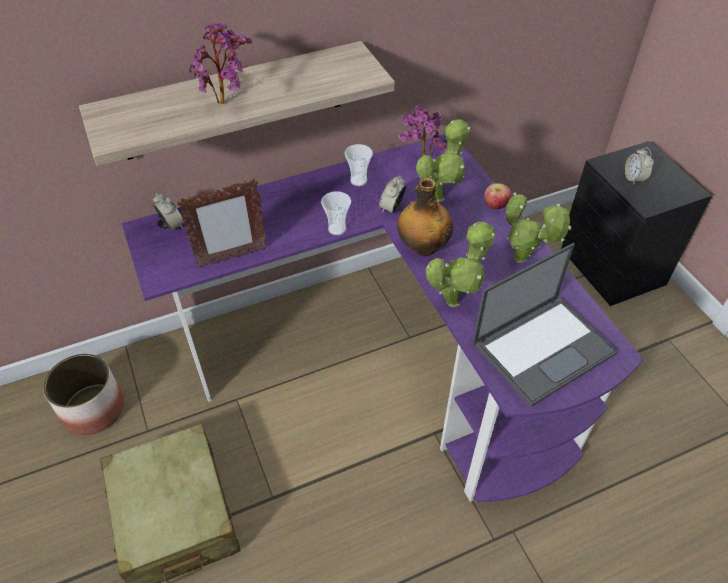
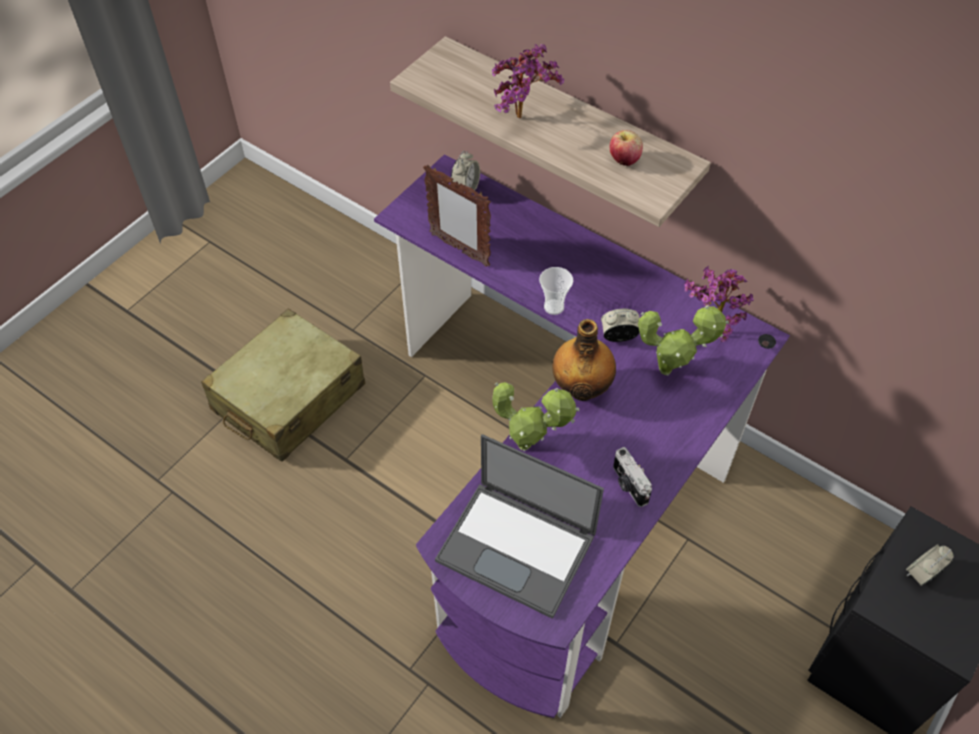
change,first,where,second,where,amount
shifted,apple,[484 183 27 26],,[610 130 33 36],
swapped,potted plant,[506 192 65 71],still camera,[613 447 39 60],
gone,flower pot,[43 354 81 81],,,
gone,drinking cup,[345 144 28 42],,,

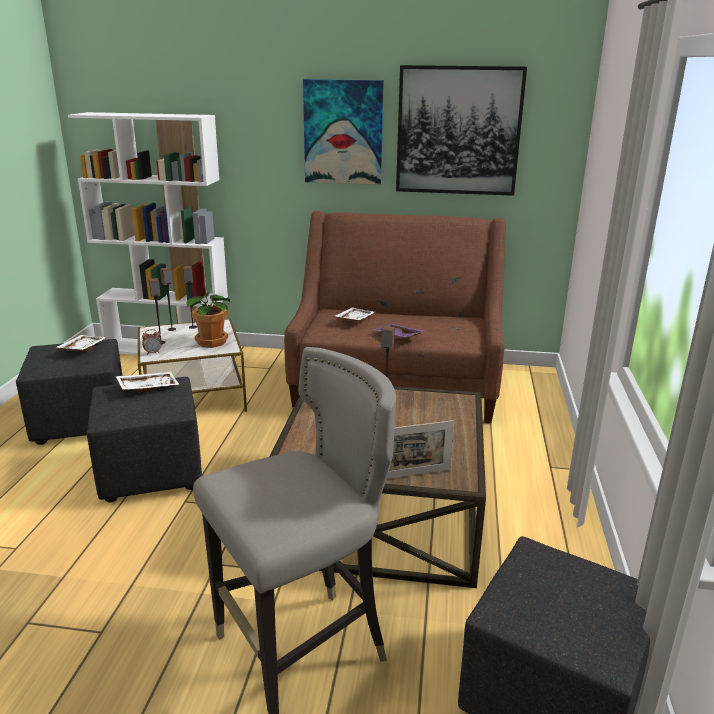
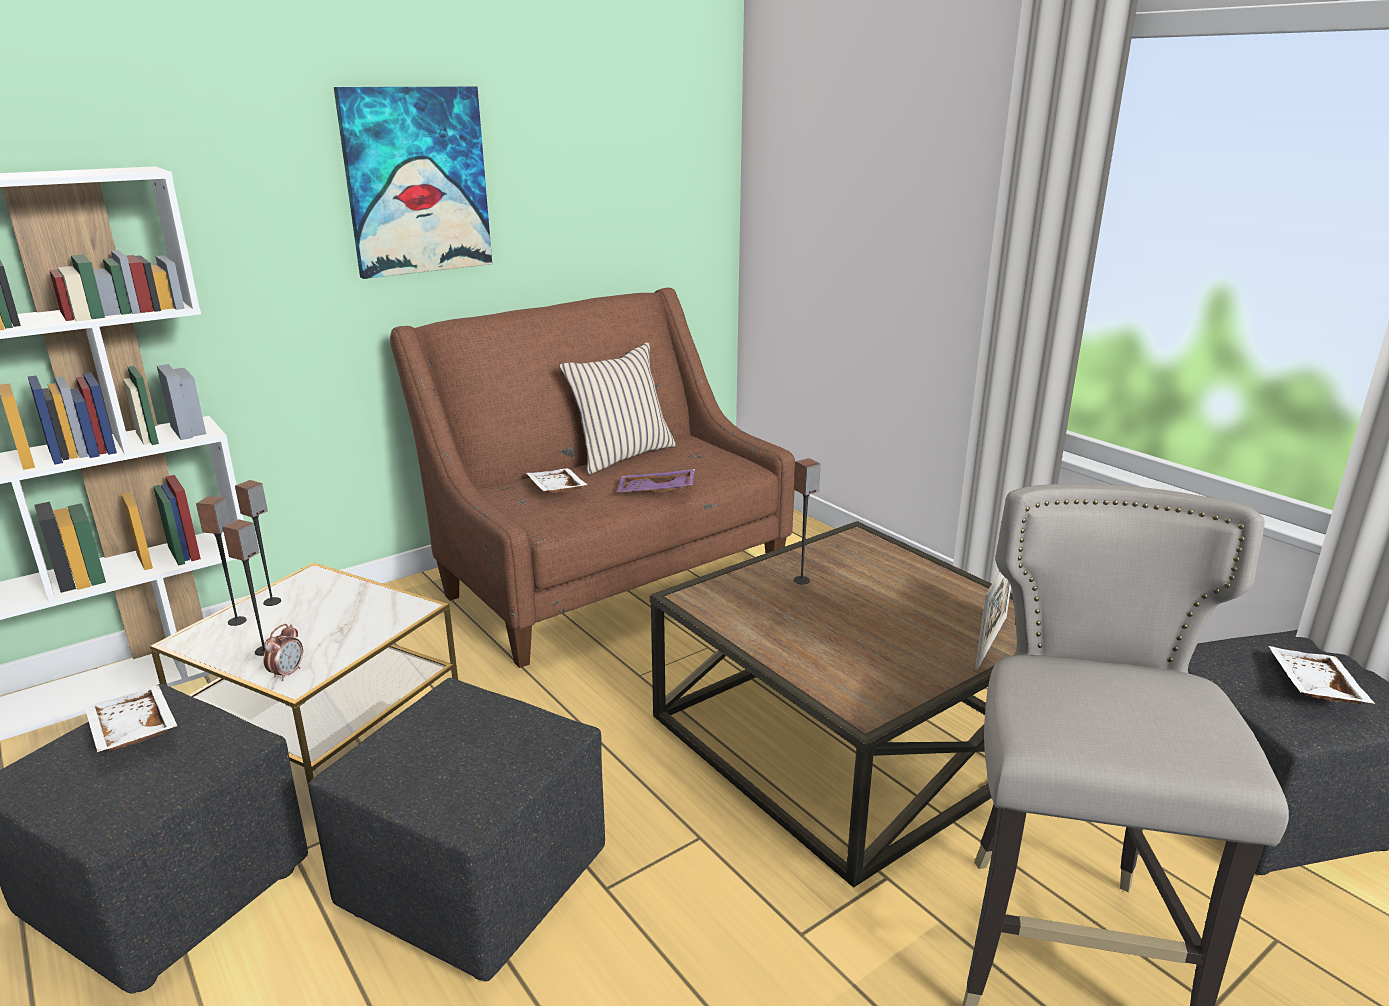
change,first,where,second,where,amount
new,,,throw pillow (beige),[559 342 117 132],
shifted,tray (whitish),[116 372 63 21],,[1269 646 106 58],
gone,potted plant,[186 292 44 56],,,
gone,wall art,[396 65 131 131],,,

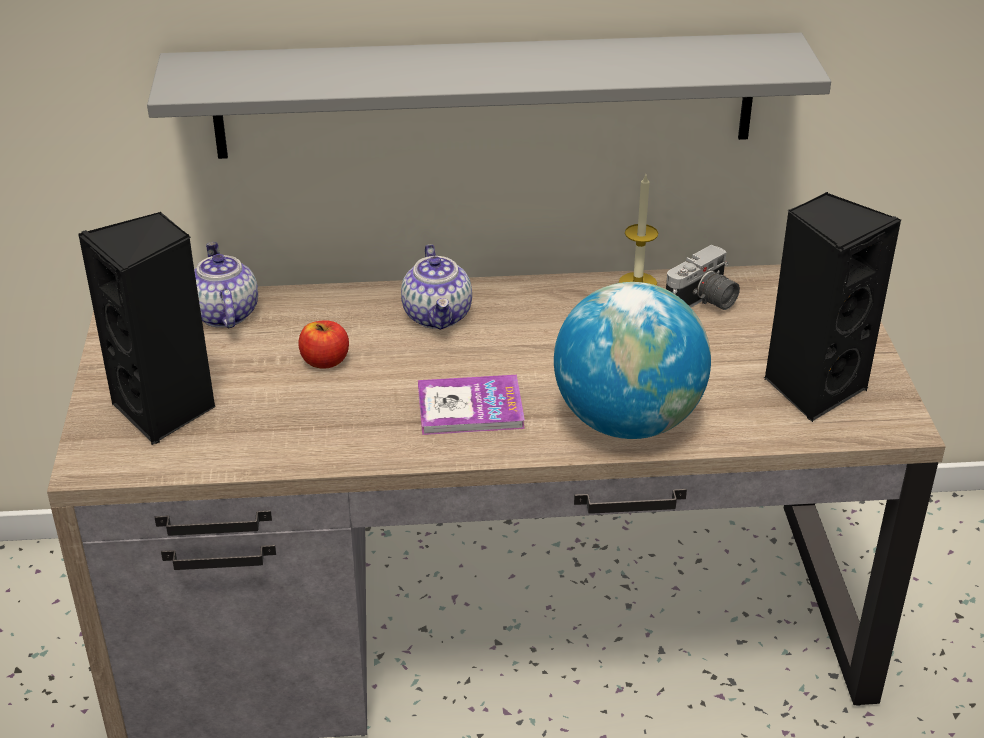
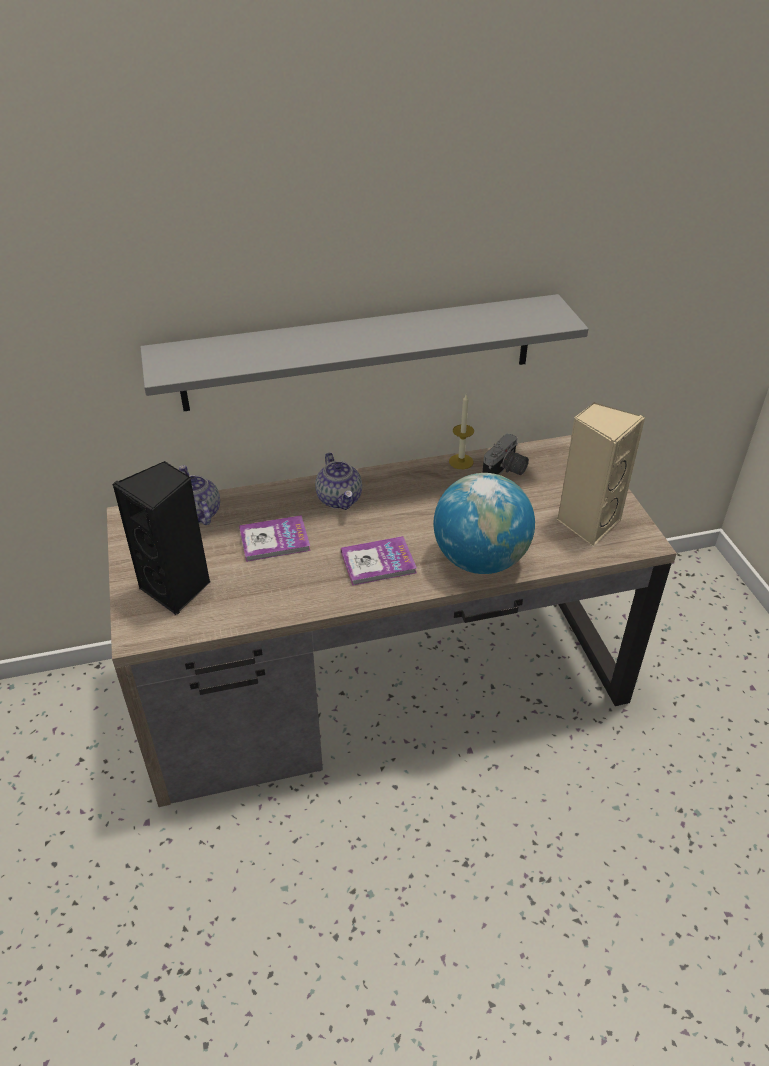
change,first,where,second,where,amount
swapped,apple,[299 320 50 49],volume,[239 515 72 47],
repainted,loudspeaker (black-coloured),[764 192 137 230],loudspeaker (beige),[557 402 88 144],

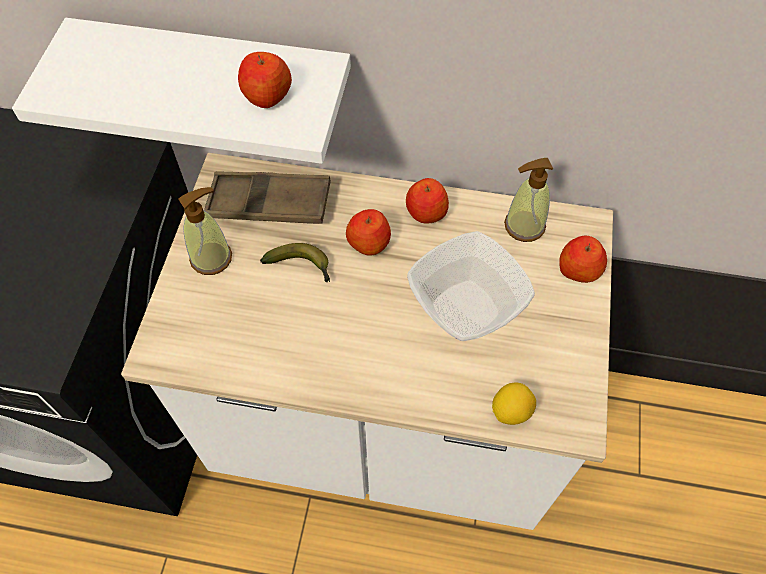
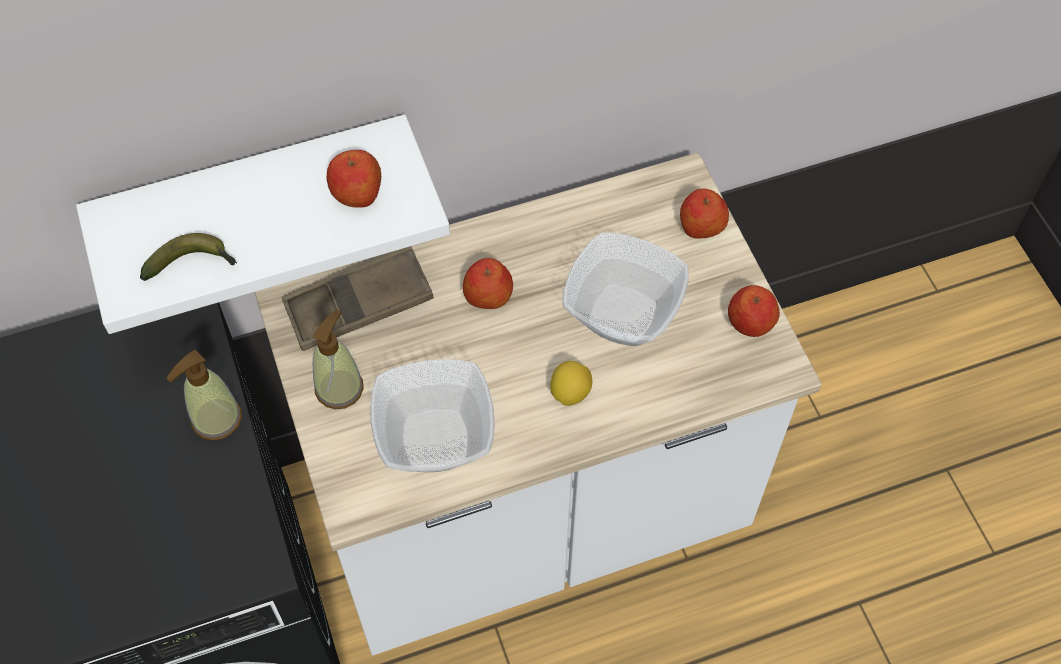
change,first,where,second,where,amount
shifted,whole banana,[260 243 70 39],,[140 233 97 48],
shifted,soap dispenser,[504 158 49 84],,[167 350 75 91],
new,,,bowl,[370 359 124 113],
shifted,citrus fruit,[492 382 44 43],,[550 361 42 45],
shifted,apple,[406 178 43 46],,[728 285 52 52],

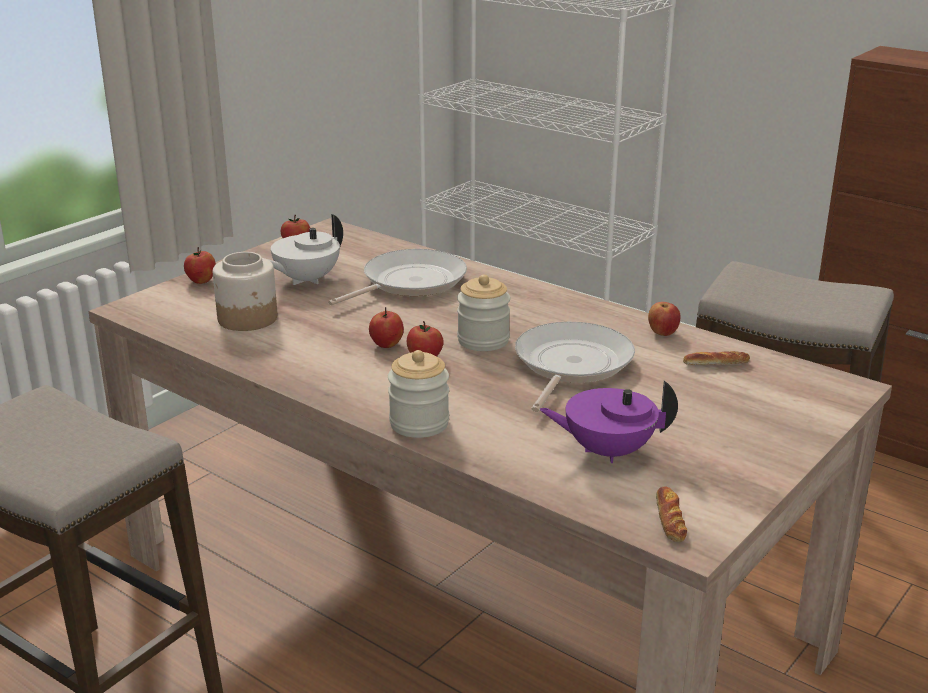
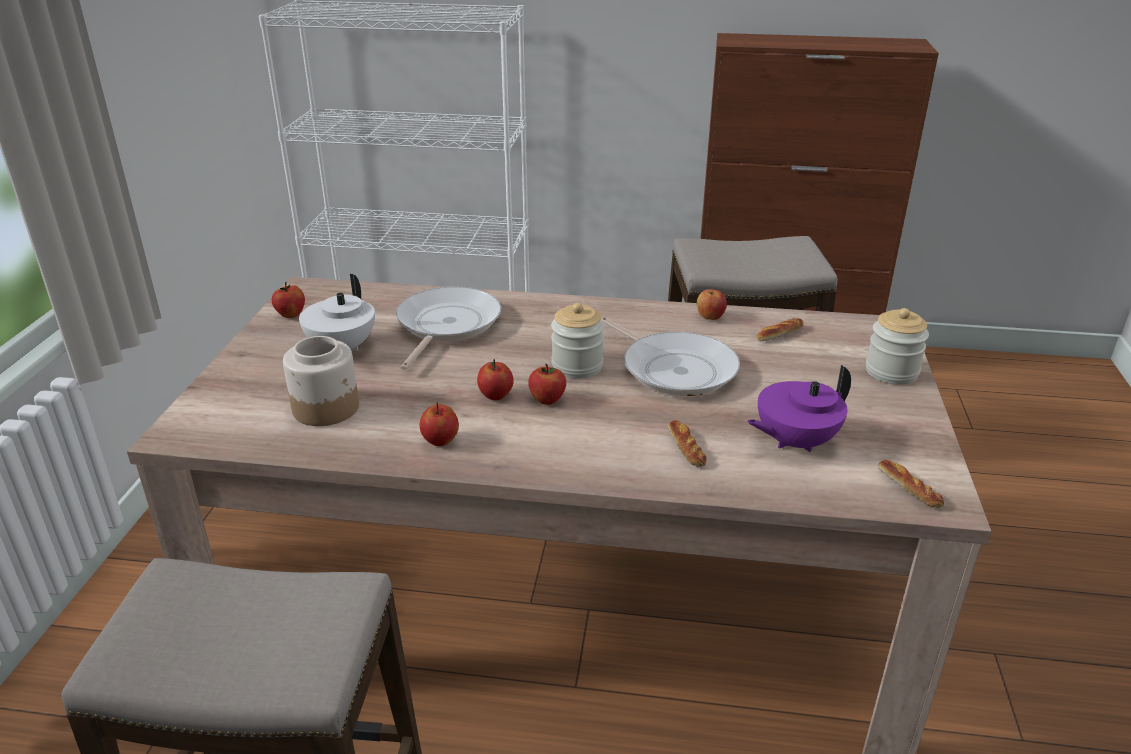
change,first,where,second,where,amount
shifted,apple,[184 247 32 37],,[420 402 39 44],
rotated,skillet,[515 322 120 90],,[601 317 139 79],150 degrees clockwise
new,,,bakery bread,[668 420 38 47],
shifted,storage jar,[388 350 61 88],,[866 308 63 77],

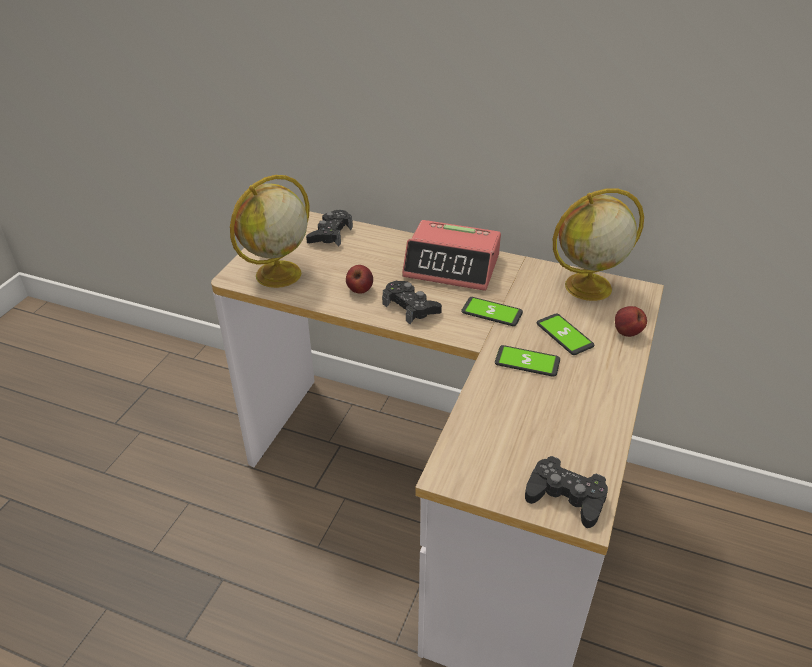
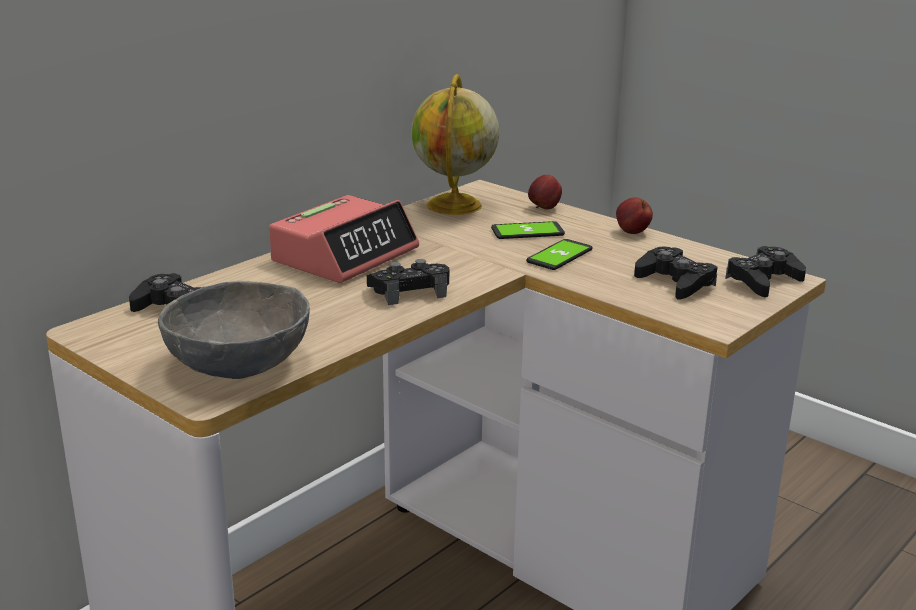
change,first,where,second,where,amount
swapped,globe,[230 175 79 113],bowl (grey),[158 281 152 98],
shifted,apple,[346 265 27 29],,[616 197 37 37],
new,,,game controller (black-coloured),[634 247 84 52],
gone,handset,[461 297 62 29],,,

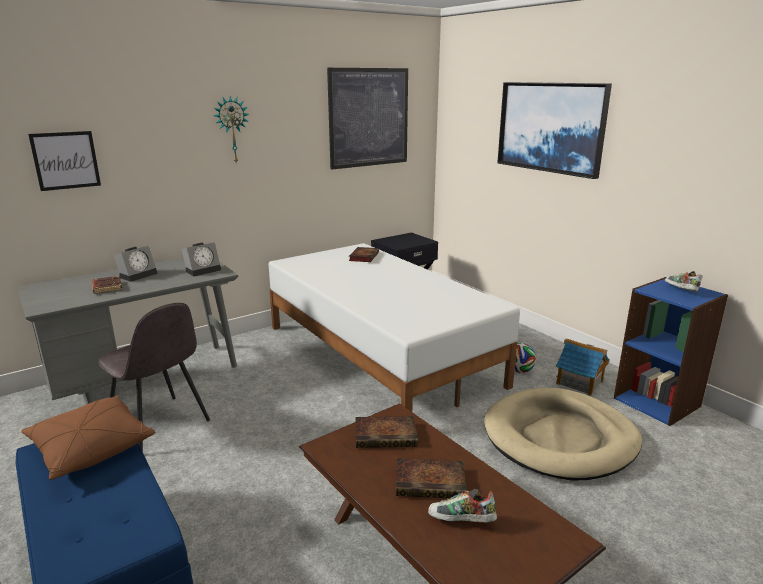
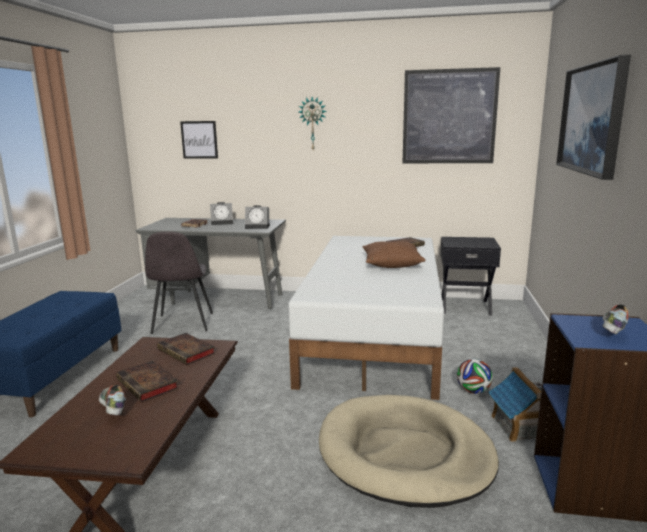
change,first,where,second,where,amount
shifted,throw pillow (brown-coloured),[21 396 135 84],,[363 241 63 27],

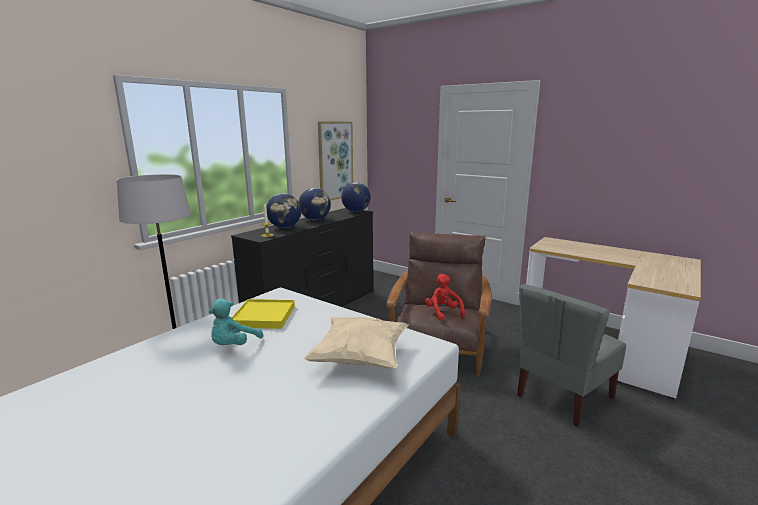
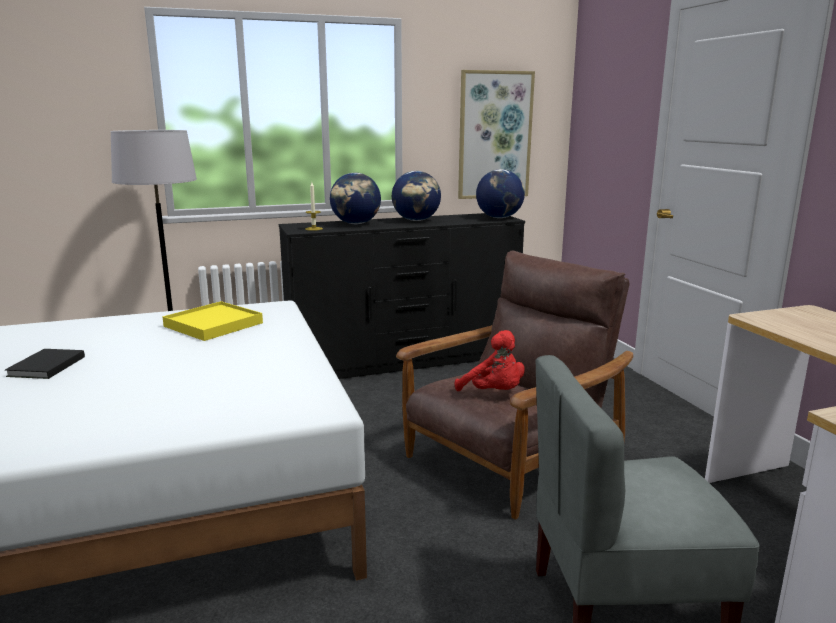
change,first,where,second,where,amount
new,,,volume (black-coloured),[5 349 80 30],
rotated,soft toy (red-coloured),[425 274 40 47],,[455 330 70 61],120 degrees clockwise
gone,soft toy (turquoise-coloured),[209 299 54 46],,,
gone,throw pillow (beige),[304 317 105 51],,,

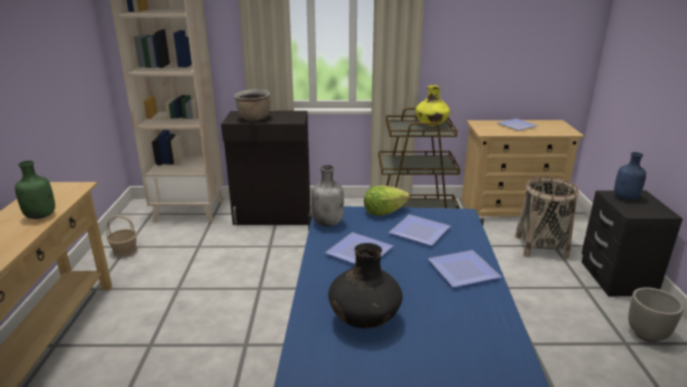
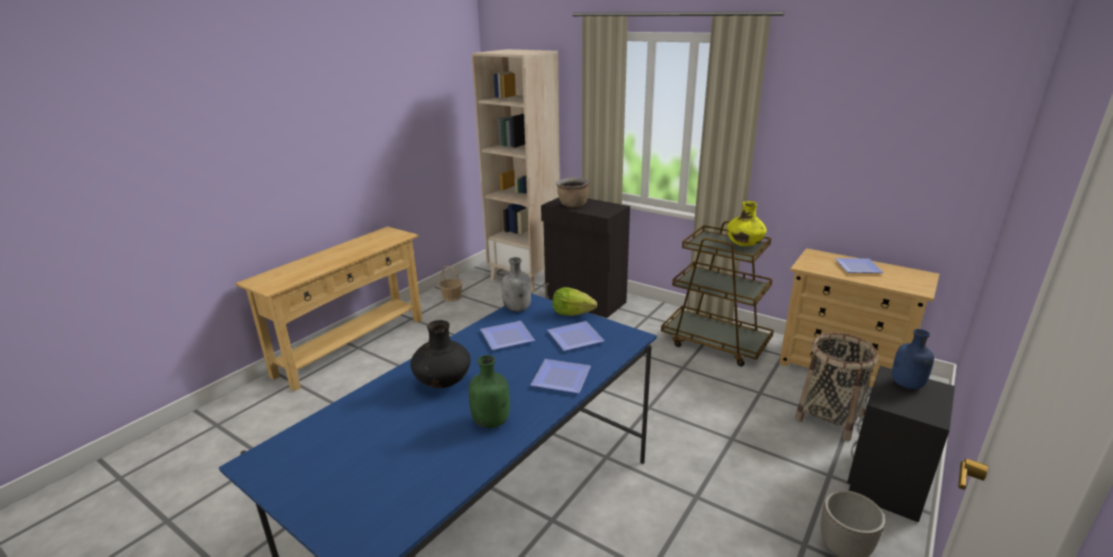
change,first,where,second,where,amount
shifted,bottle (greenish),[15 161 40 58],,[469 355 41 73],

